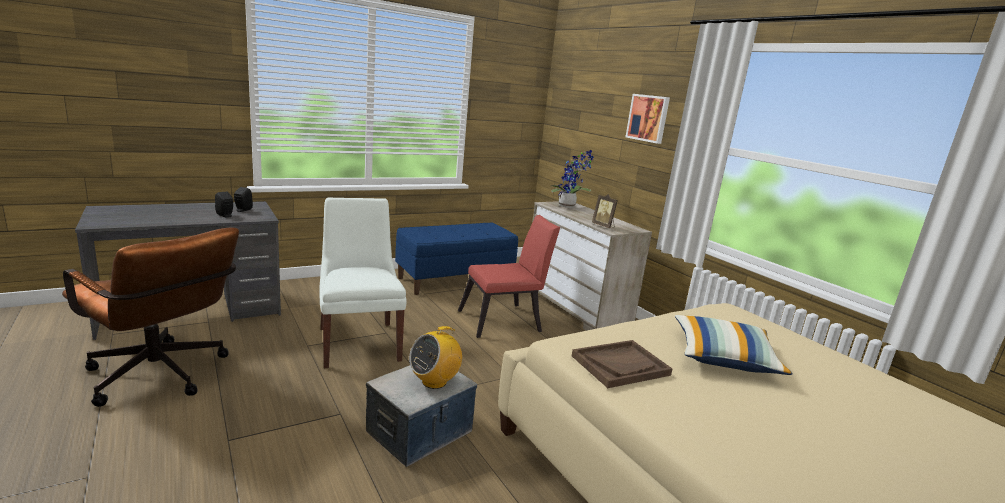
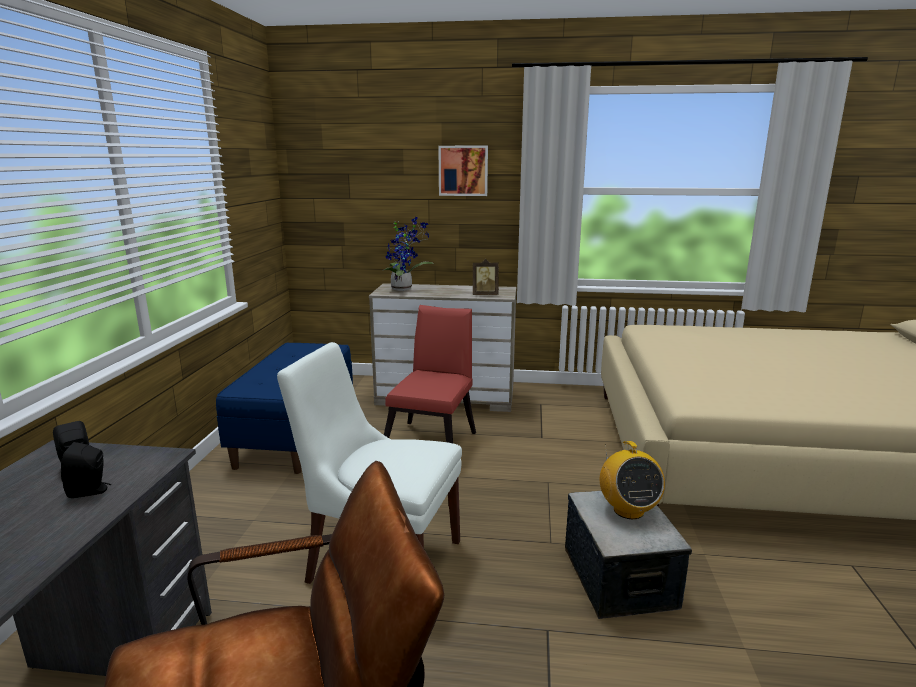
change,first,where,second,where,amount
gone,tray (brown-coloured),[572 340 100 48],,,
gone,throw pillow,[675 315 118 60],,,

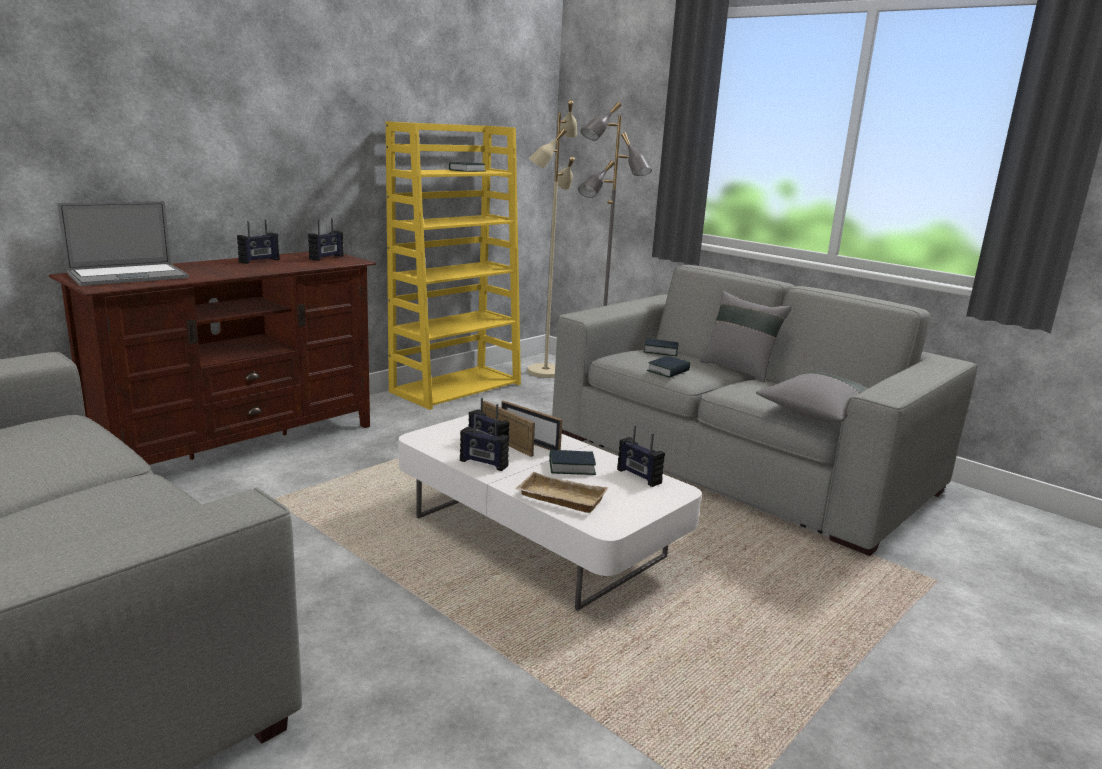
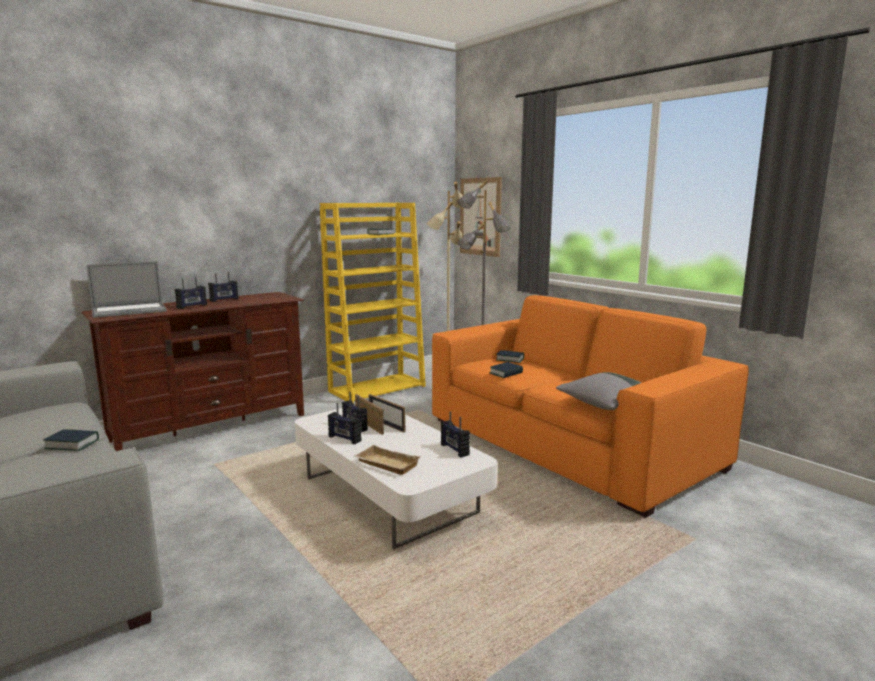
change,first,where,second,where,amount
shifted,volume,[549 450 47 25],,[43 429 56 22],
shifted,radio receiver,[308 218 36 43],,[175 277 32 32],
repainted,settee (grey),[552 265 425 291],settee (orange-coloured),[432 295 317 223],
new,,,wall art,[460 177 42 80],
gone,throw pillow (grey),[700 291 92 91],,,

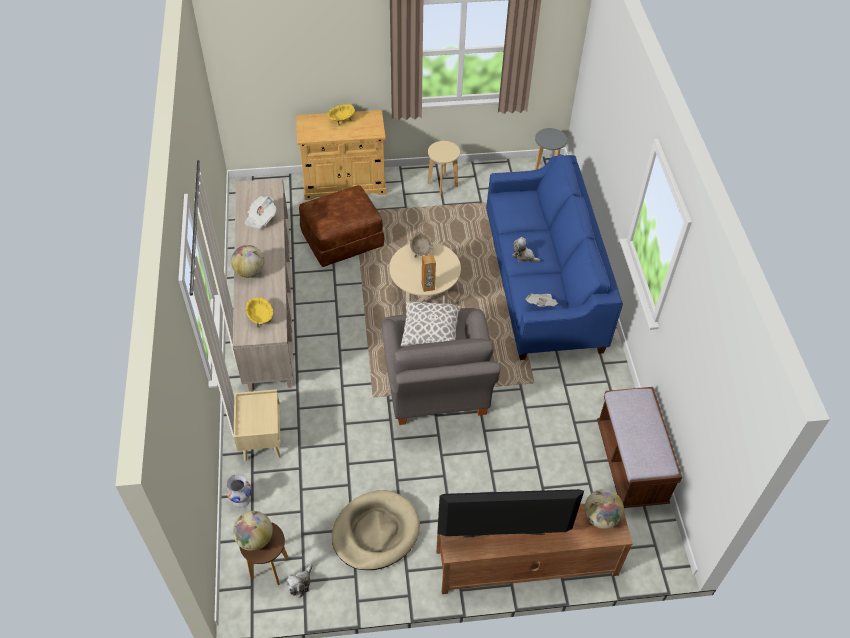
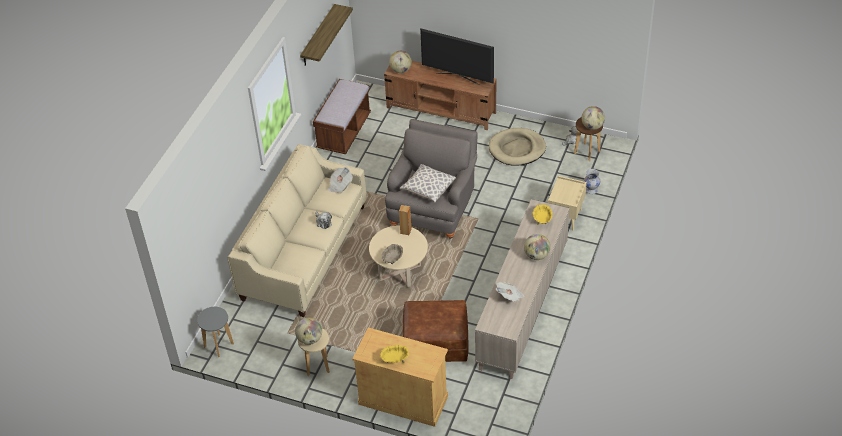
change,first,where,second,where,amount
repainted,settee (blue-coloured),[486 154 137 206],settee (beige),[227 144 140 173],
new,,,globe,[295 318 27 27],
new,,,wall shelf,[300 4 53 62],

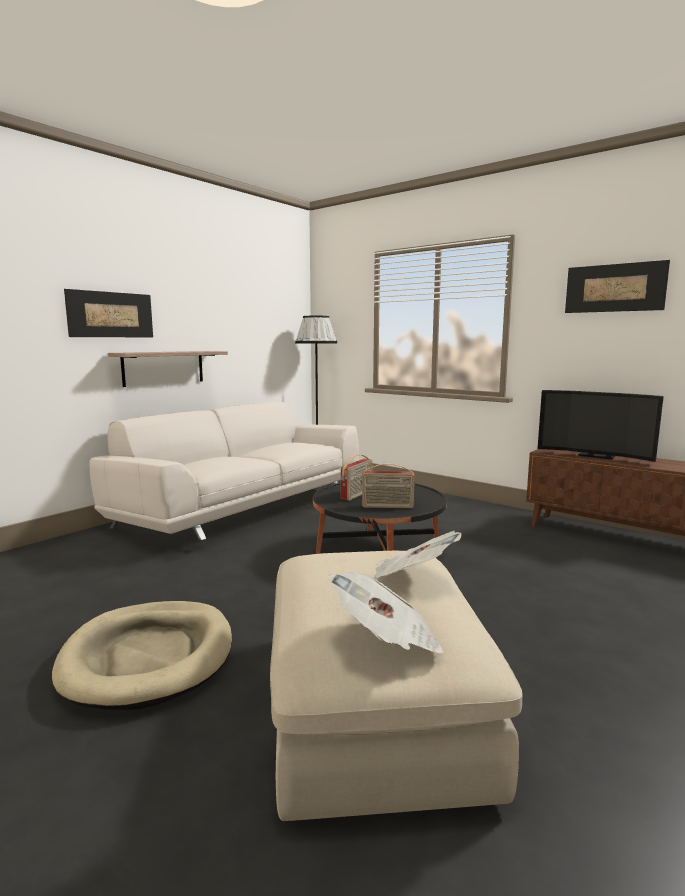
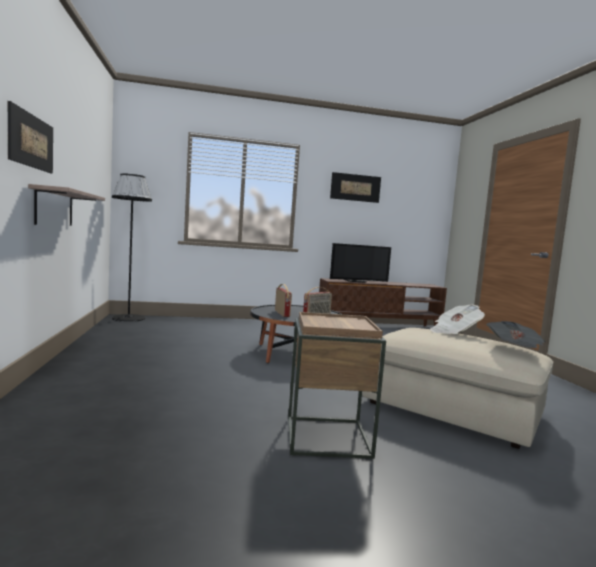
change,first,where,second,where,amount
swapped,pet bed (beige),[52 601 180 109],end table (brown-coloured),[288 312 98 147],
gone,settee (whitish),[90 401 269 139],,,

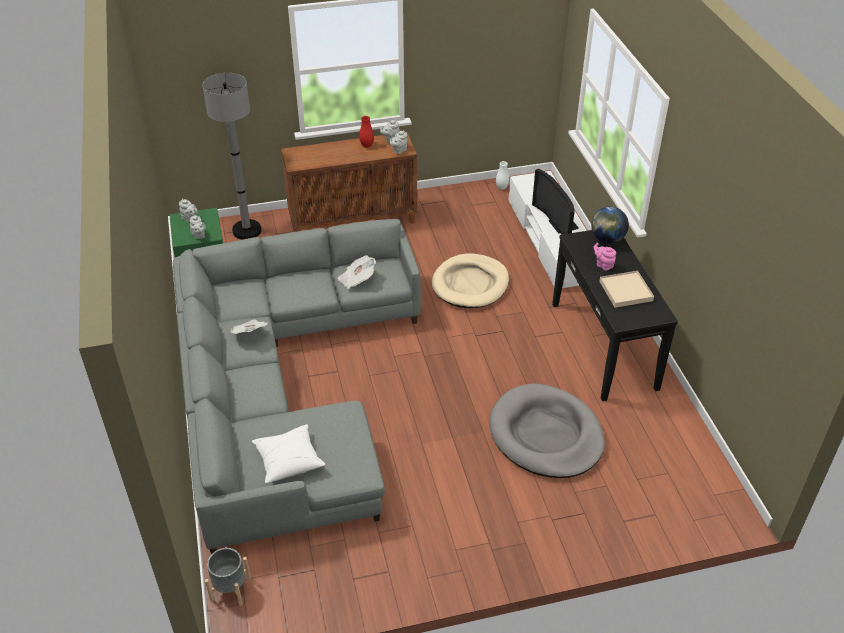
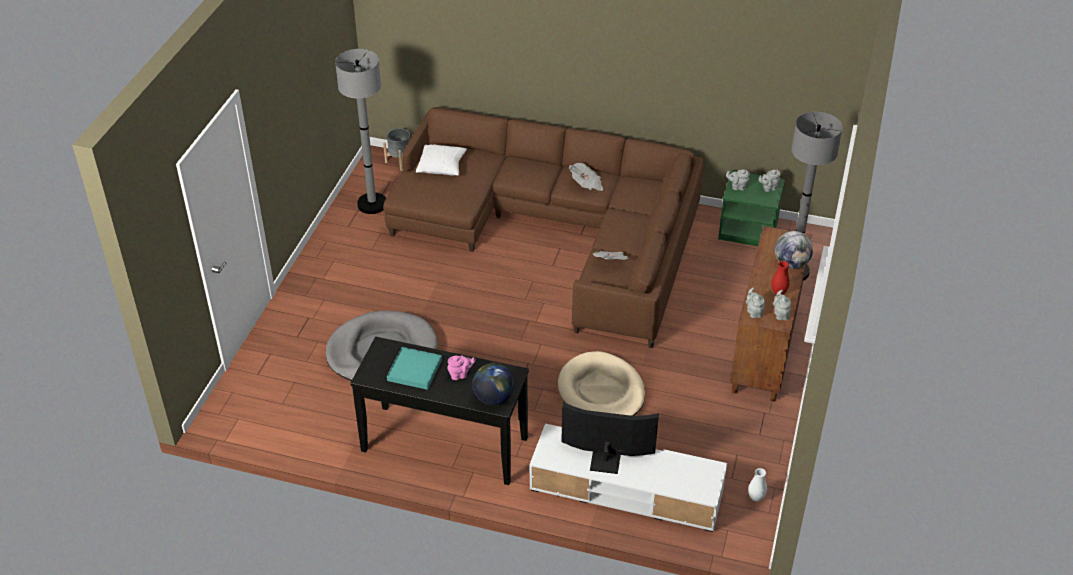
change,first,where,second,where,amount
new,,,standing lamp (grey),[335 49 51 165],
repainted,settee (grey),[173 219 248 335],settee (brown-coloured),[383 107 320 242],
repainted,tray (beige),[599 271 55 37],tray (turquoise-coloured),[387 347 55 43],
new,,,globe,[775 231 38 38],

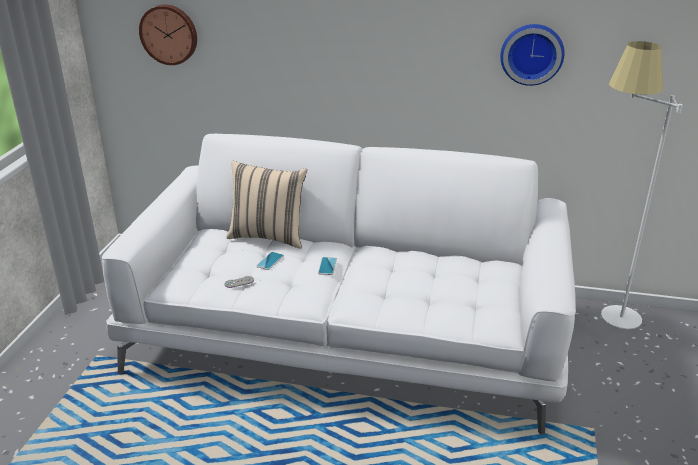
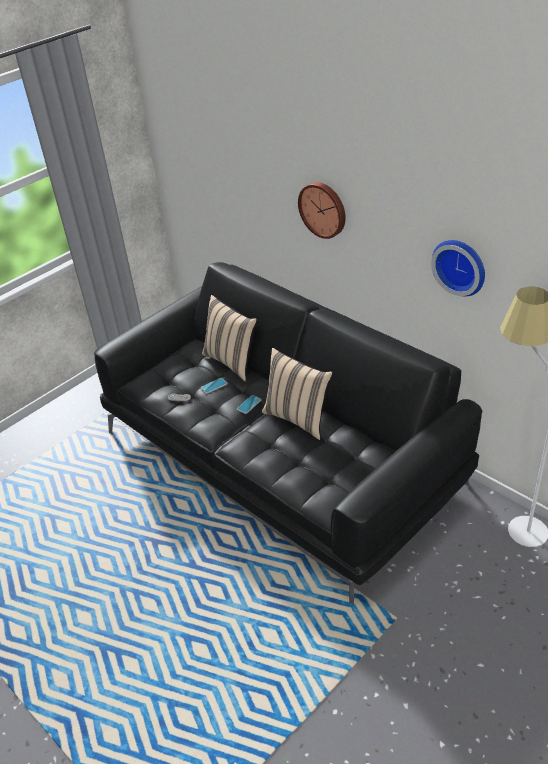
change,first,where,second,where,amount
repainted,settee (whitish),[102 134 474 301],settee (black-coloured),[94 262 388 342],
new,,,throw pillow (beige),[262 348 71 92],
shifted,hanging clock,[139 4 58 61],,[298 182 48 57],

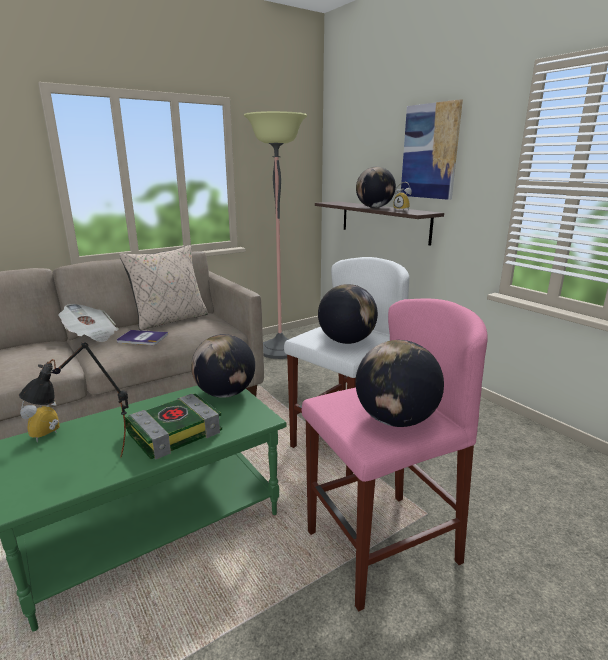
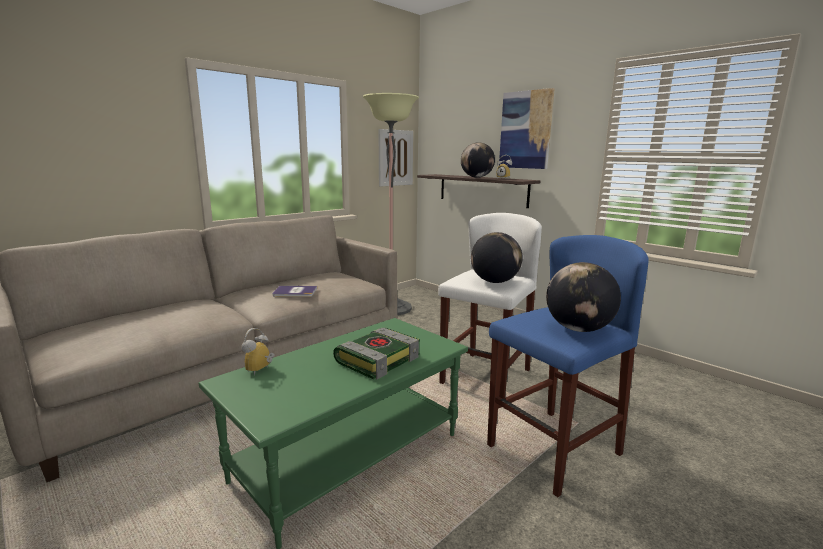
change,first,where,second,where,amount
new,,,wall art,[378 129 35 58],
repainted,stool seat (pinkish),[302 299 186 312],stool seat (blue-coloured),[487 235 162 262],
gone,lamp for a table (black-coloured),[19 342 110 115],,,
gone,newspaper,[59 304 59 38],,,
gone,throw pillow (beige),[119 245 89 85],,,
gone,globe,[191 334 64 64],,,

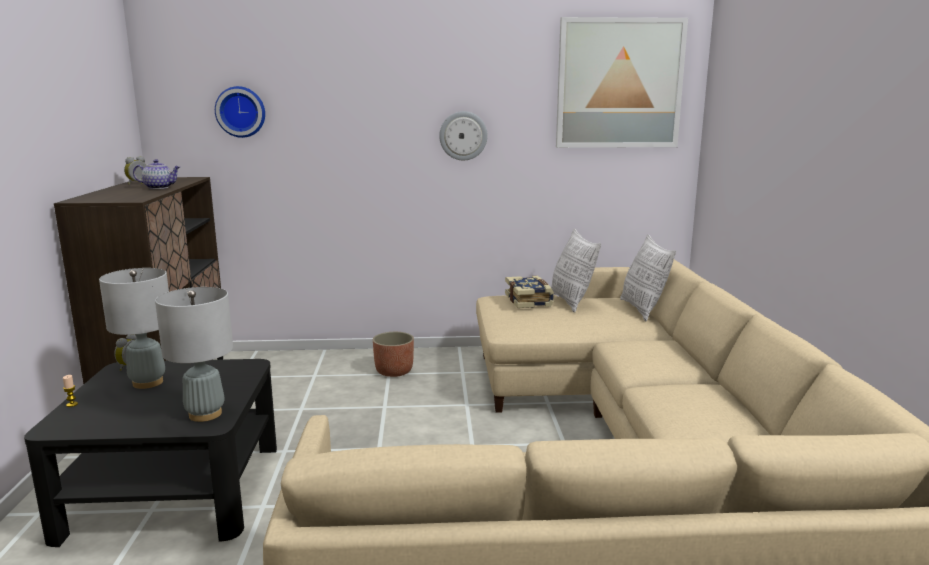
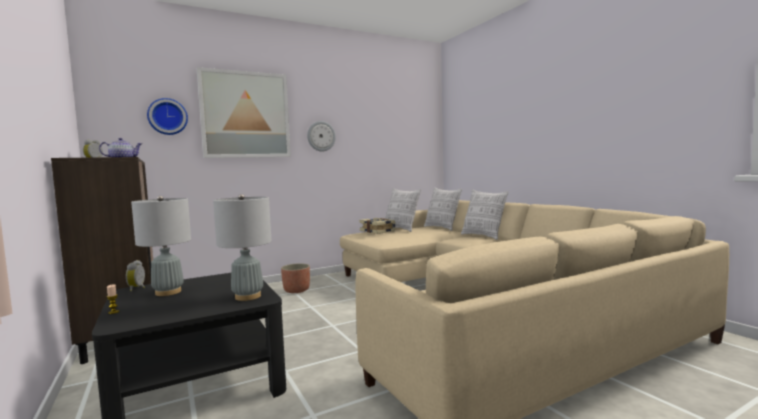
change,first,where,second,where,amount
shifted,wall art,[556 17 132 131],,[197 67 94 91],
new,,,throw pillow,[461 189 47 51],

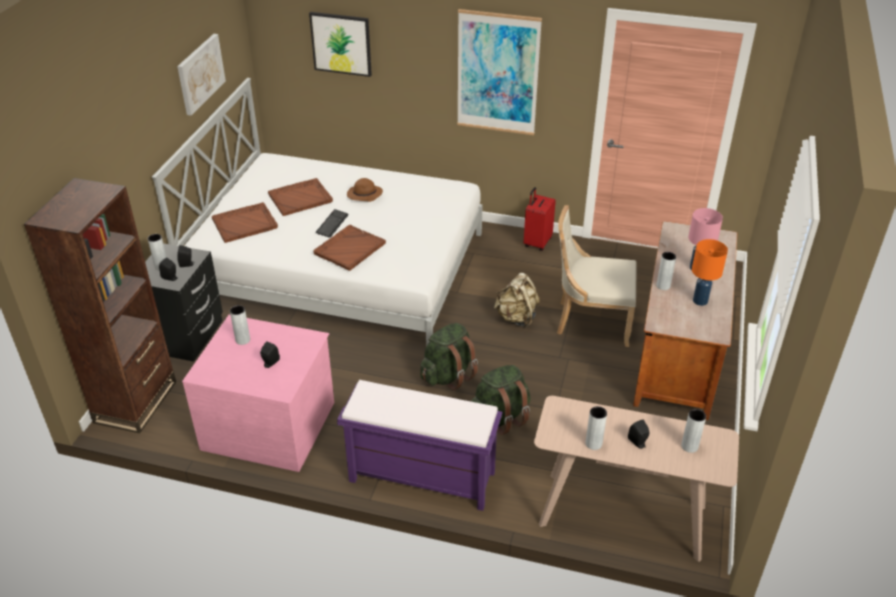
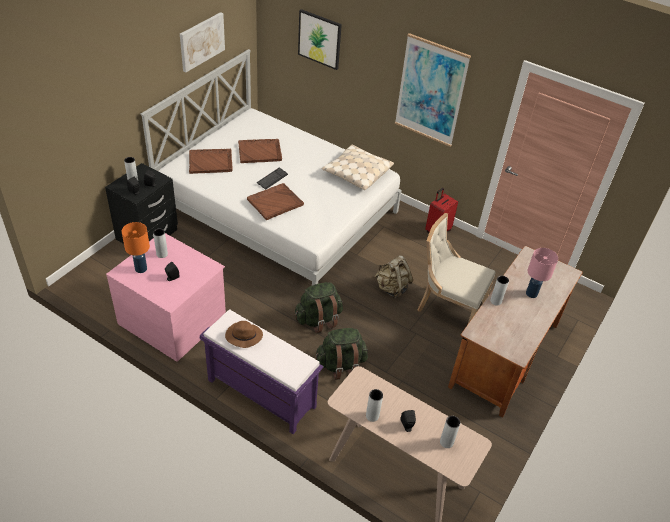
change,first,where,second,where,amount
shifted,lamp for a table (orange-coloured),[692 239 36 67],,[122 222 28 51],
shifted,hat (brown-coloured),[347 178 36 24],,[225 321 38 27],
new,,,throw pillow (beige),[322 145 72 45],
gone,bookcase (brown-coloured),[24 178 152 255],,,

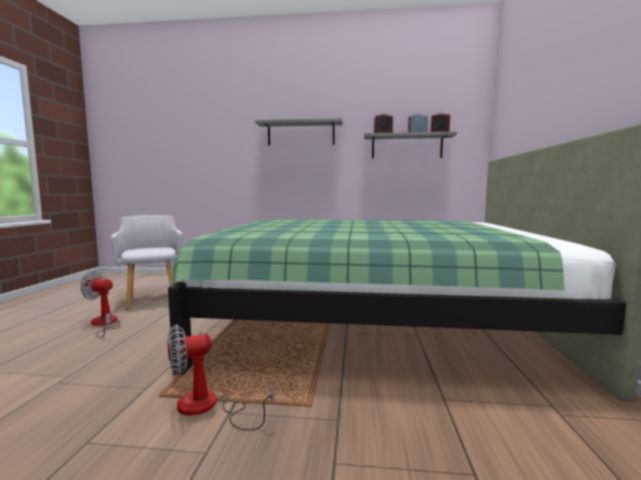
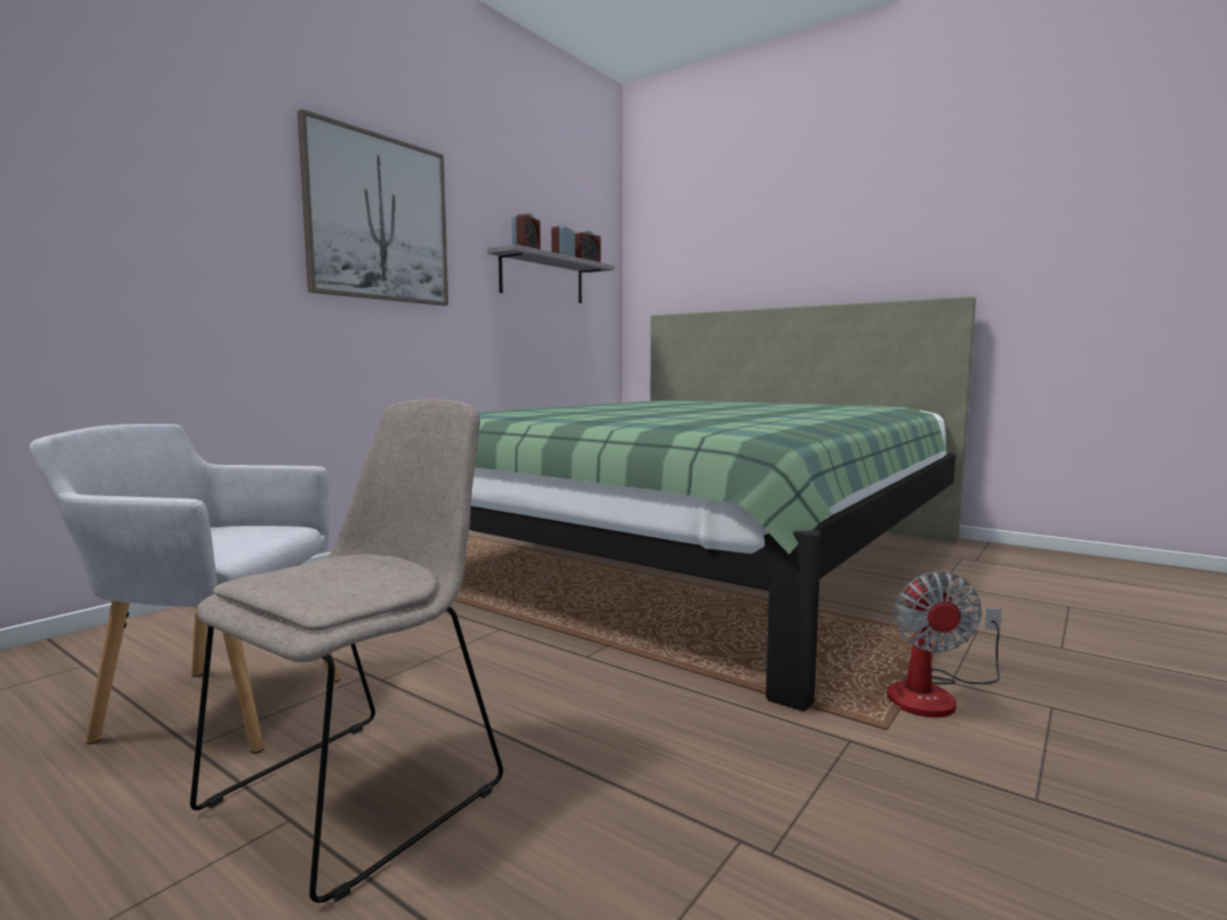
change,first,where,second,where,amount
swapped,fan,[80 271 41 67],chair (beige),[190 399 313 504],
swapped,wall shelf (grey),[255 118 88 28],wall art,[297 109 151 197],

